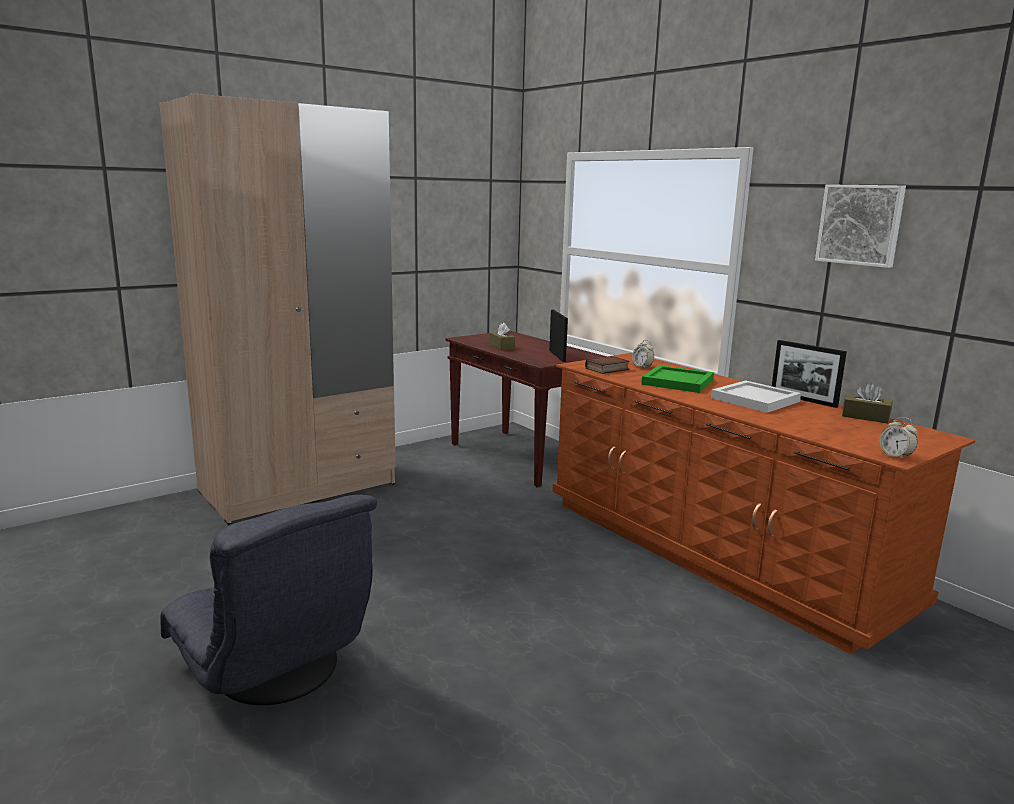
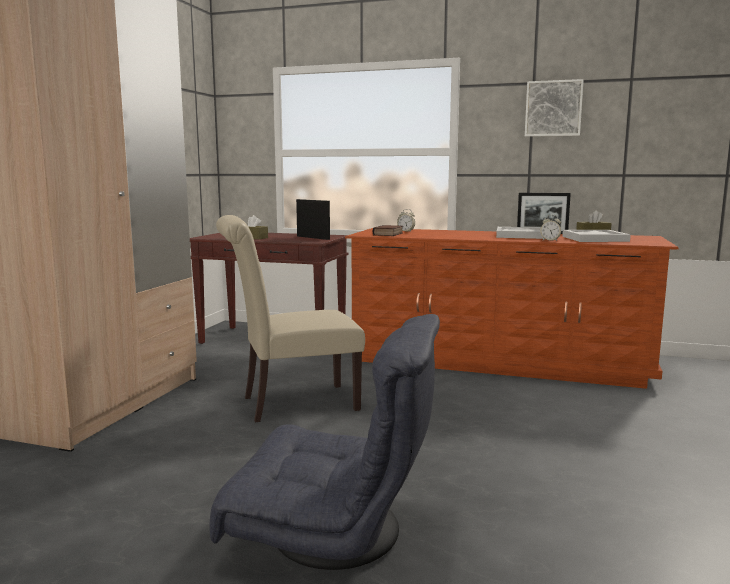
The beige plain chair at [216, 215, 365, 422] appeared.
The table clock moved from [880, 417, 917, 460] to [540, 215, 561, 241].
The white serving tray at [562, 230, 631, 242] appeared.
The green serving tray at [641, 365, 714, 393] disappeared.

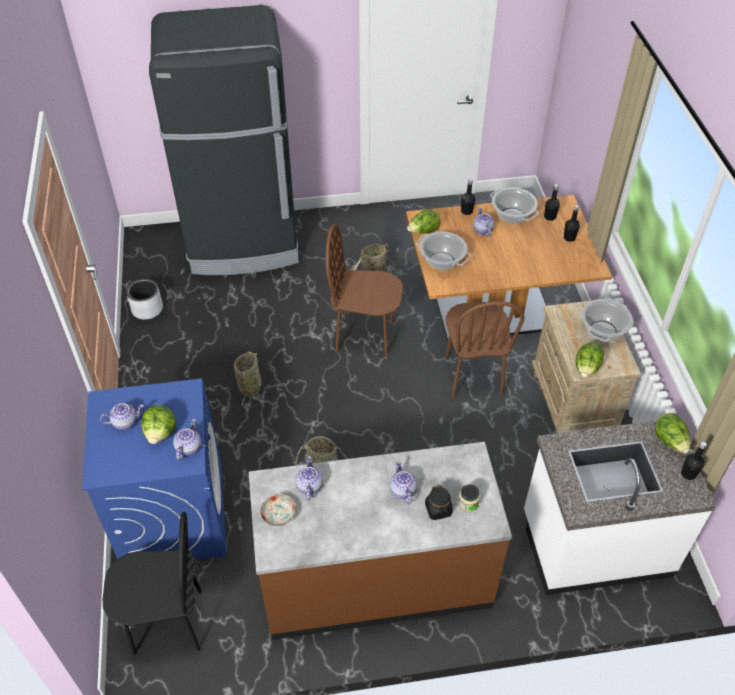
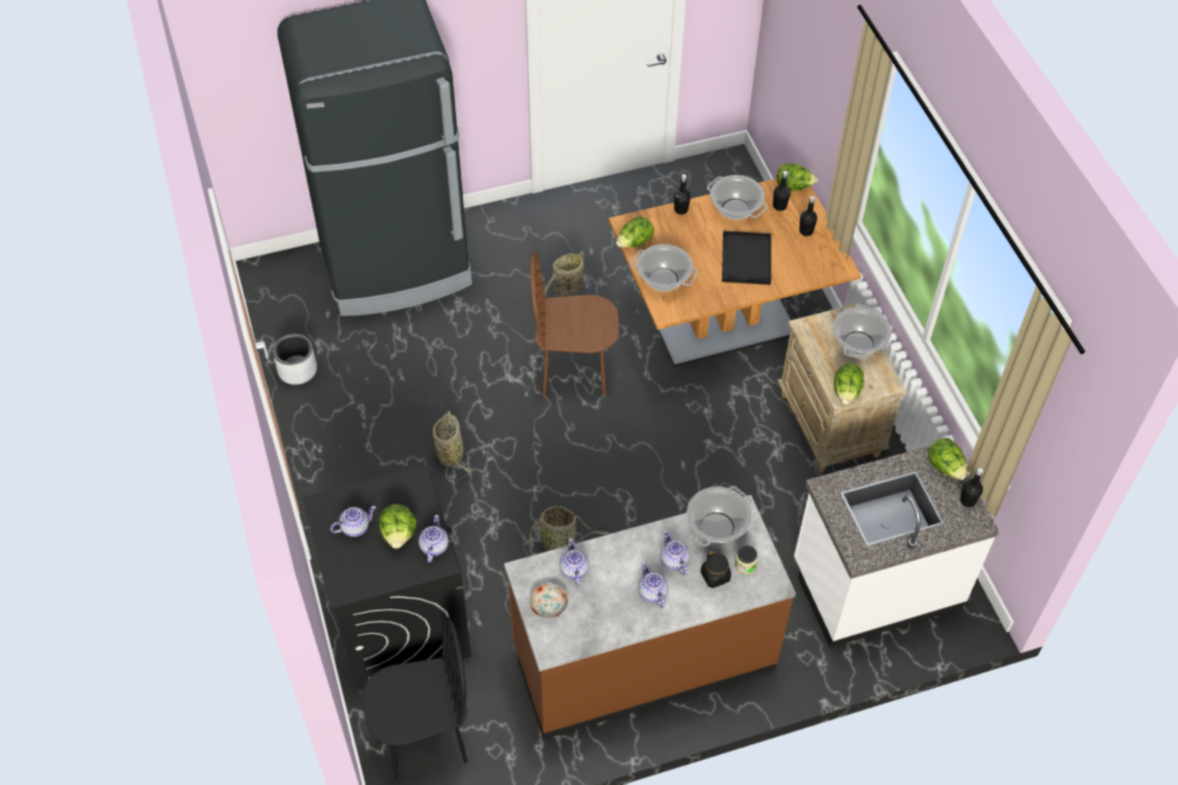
The blue-coloured laundry machine at [82, 379, 227, 560] became the black laundry machine at [302, 465, 471, 690].
The teapot moved from [473, 208, 494, 236] to [638, 562, 668, 608].
The saucepot at [686, 486, 752, 547] appeared.
The black serving tray at [722, 231, 771, 285] appeared.
The lettuce at [777, 163, 818, 191] appeared.
The brownish plain chair at [445, 301, 524, 398] disappeared.

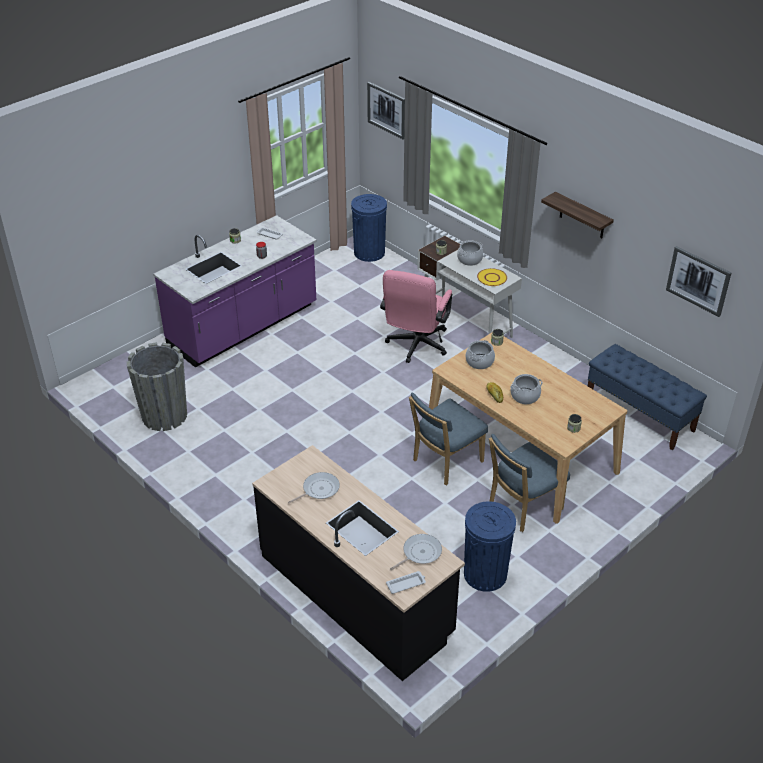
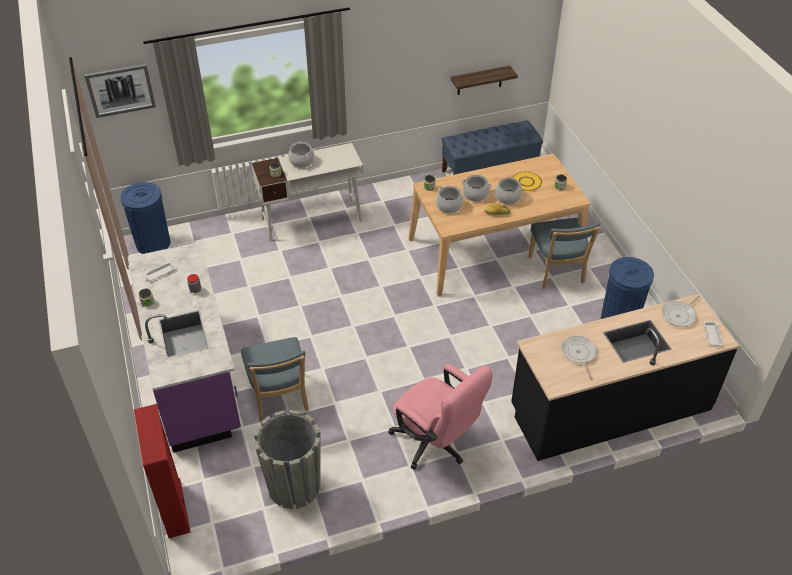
The red shelving unit at [134, 404, 191, 539] appeared.
The blue-coloured plain chair moved from [409, 393, 488, 485] to [241, 337, 309, 422].
The pink computer chair moved from [380, 270, 452, 363] to [388, 364, 492, 470].
The wall shelf moved from [541, 192, 614, 238] to [451, 66, 518, 95].
The saucepot at [462, 175, 492, 202] appeared.
The yellow plate moved from [477, 268, 507, 286] to [512, 172, 542, 191].
The pan at [390, 534, 442, 570] turned 120 degrees counterclockwise.
The wall art at [666, 246, 731, 317] disappeared.

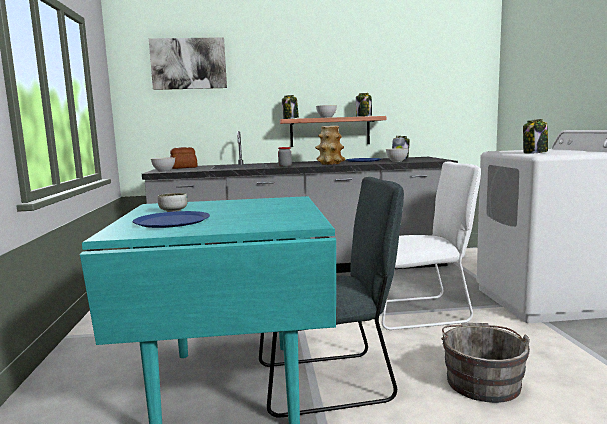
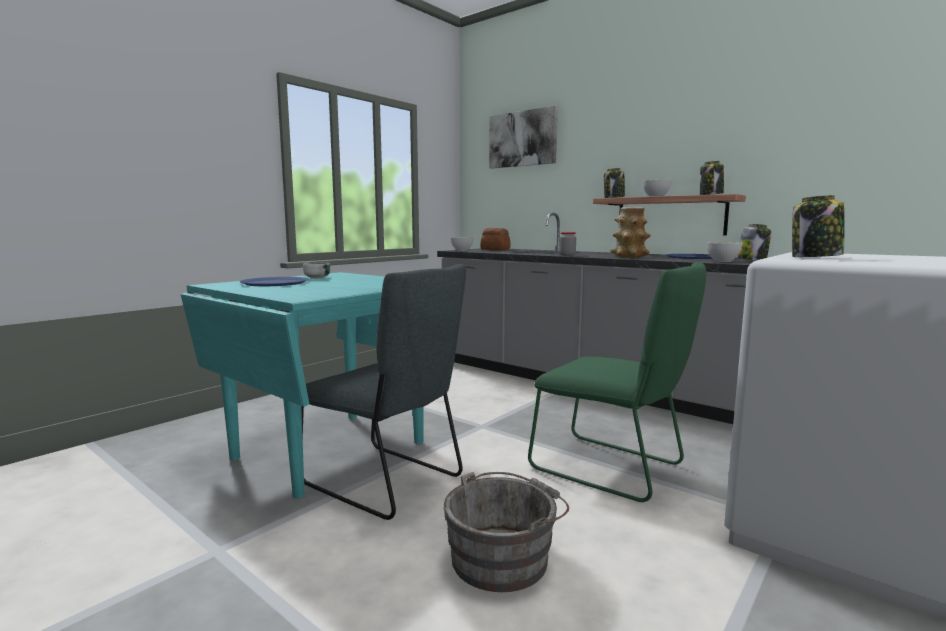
The white plain chair at [382, 161, 481, 330] became the green plain chair at [528, 262, 706, 502].

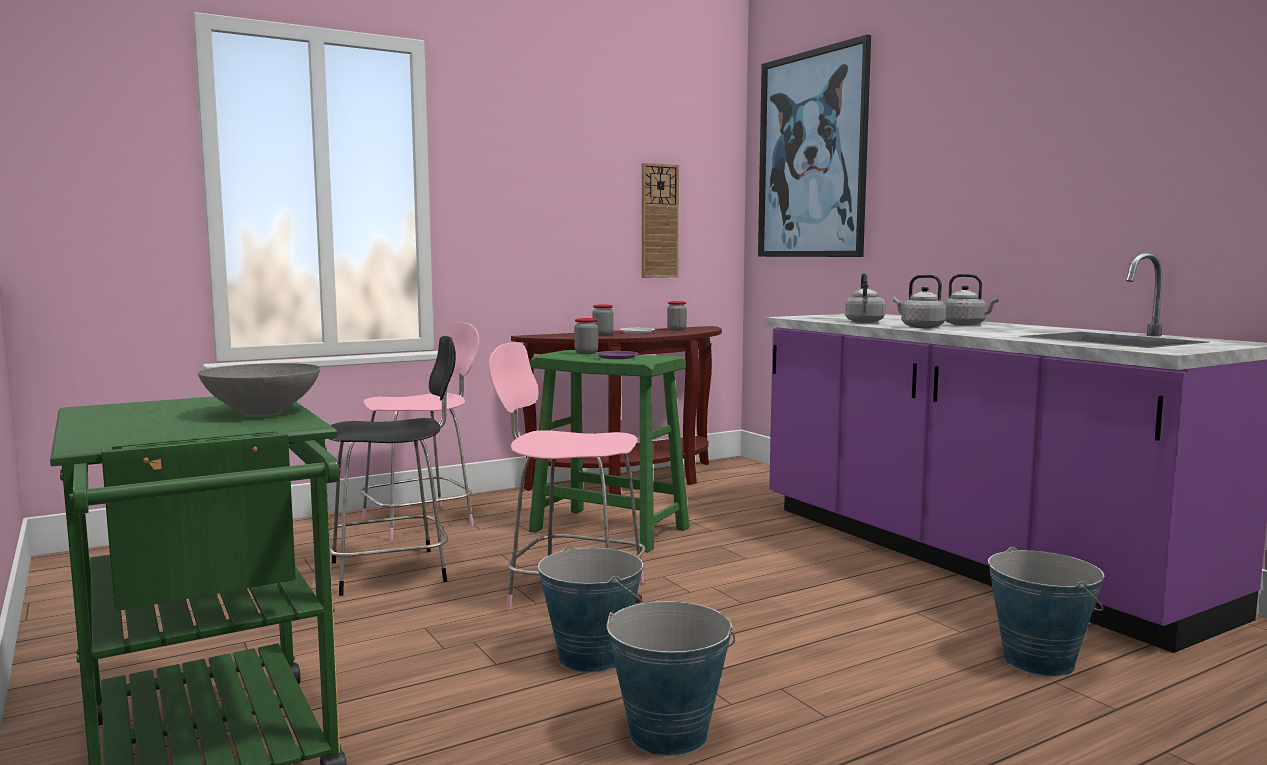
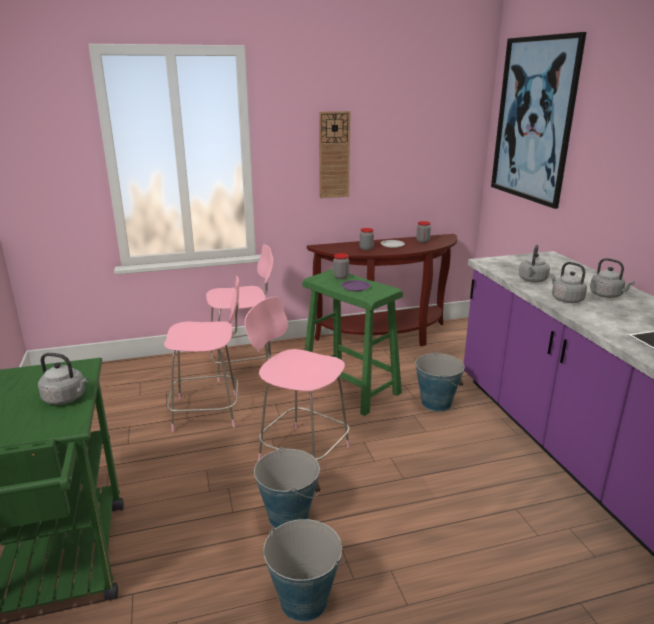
The grey deep dish at [198, 363, 320, 415] was replaced by the grey water kettle at [38, 353, 89, 405].
The black plain chair at [329, 336, 456, 596] became the pink plain chair at [164, 276, 239, 432].
The wall clock moved from [642, 163, 679, 278] to [319, 111, 351, 198].
The water bucket moved from [988, 546, 1104, 677] to [415, 351, 465, 412].

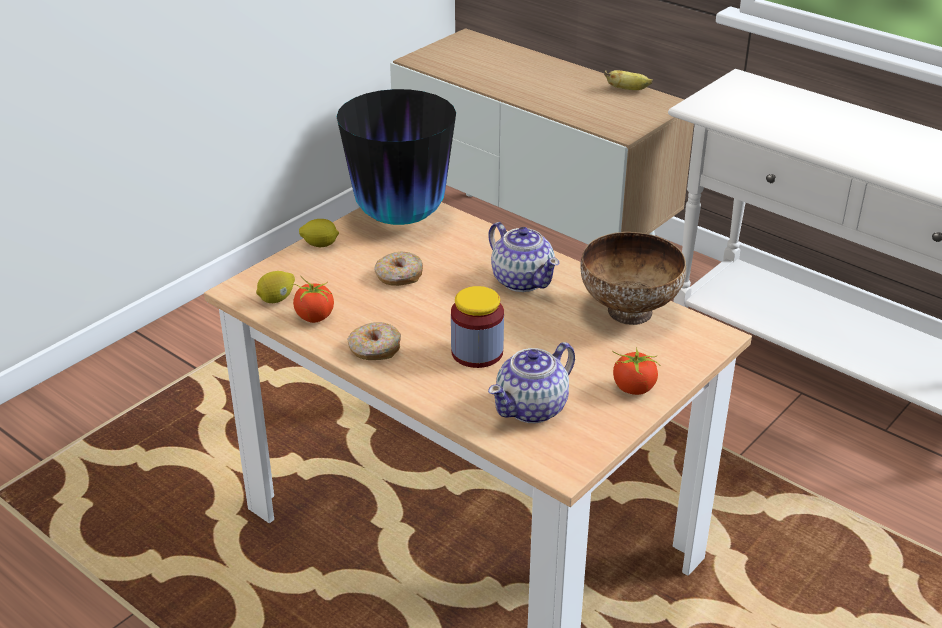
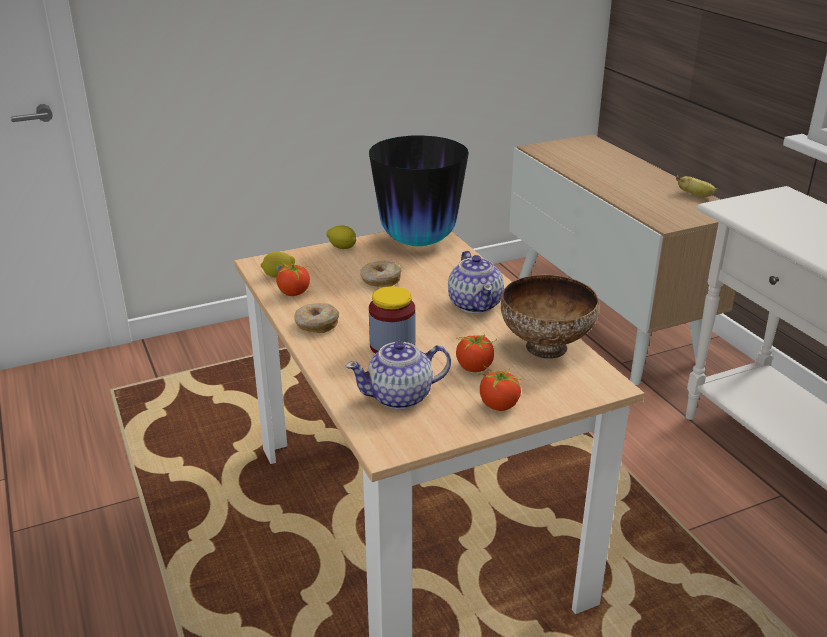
The tomato at [456, 332, 497, 372] appeared.

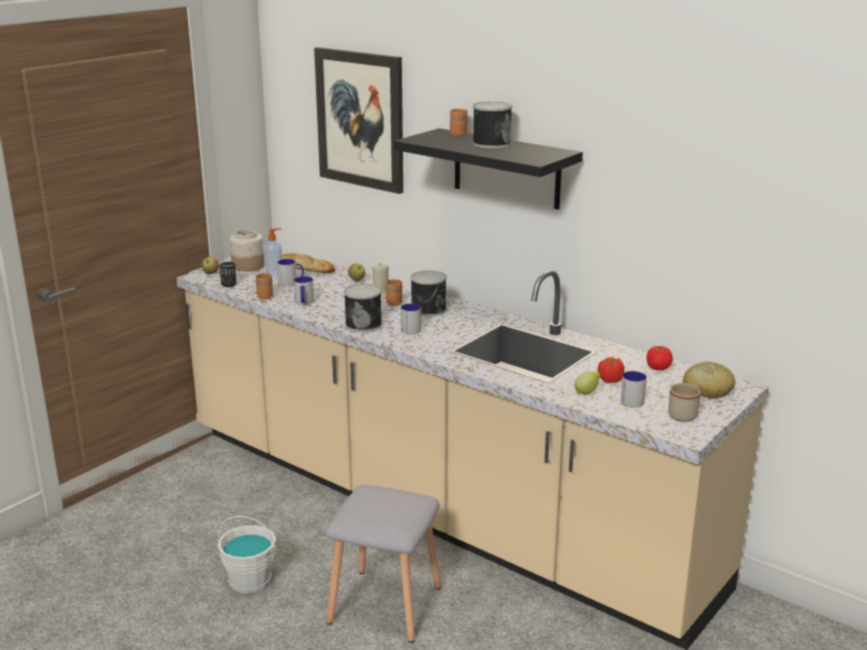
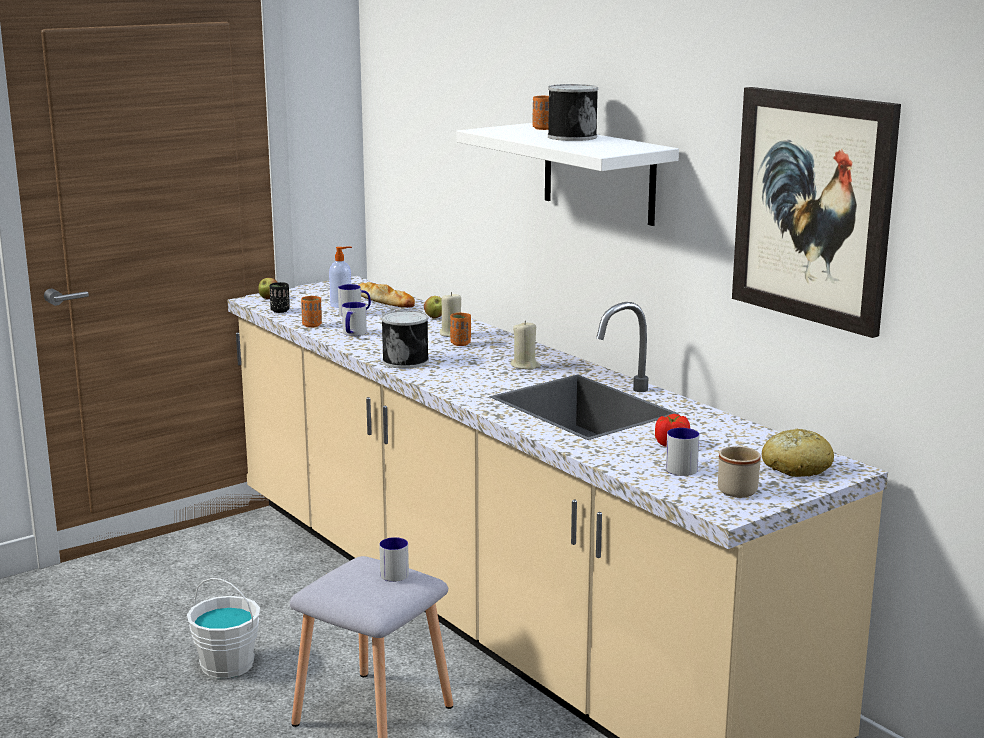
The mug moved from [401, 304, 421, 334] to [379, 537, 409, 582].
The black wall shelf at [393, 128, 583, 210] became the white wall shelf at [456, 123, 679, 226].
The beige wax candle at [510, 321, 541, 370] appeared.
The wall art moved from [314, 47, 403, 194] to [732, 87, 901, 338].
The storage jar at [230, 229, 265, 271] disappeared.
The sealed can at [411, 270, 446, 317] disappeared.
The whole lemon at [574, 371, 601, 395] disappeared.
The tomato at [646, 346, 673, 370] disappeared.

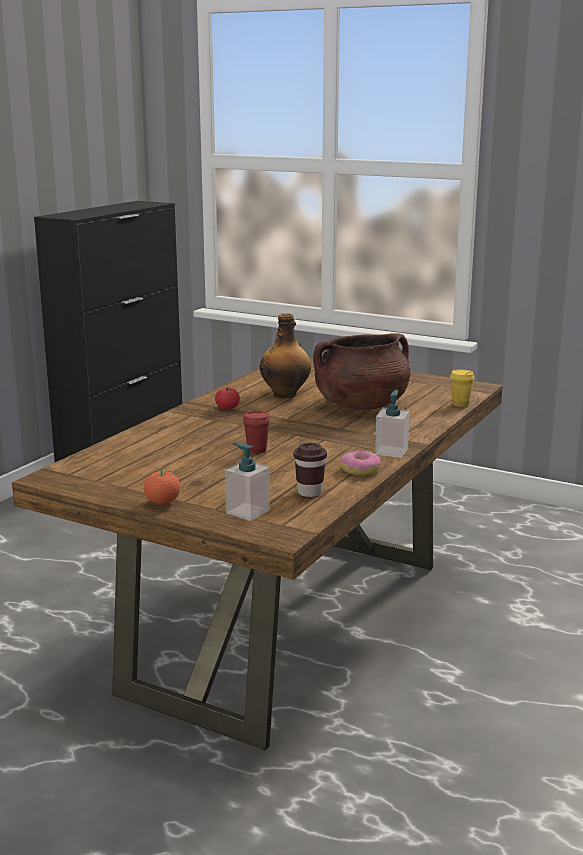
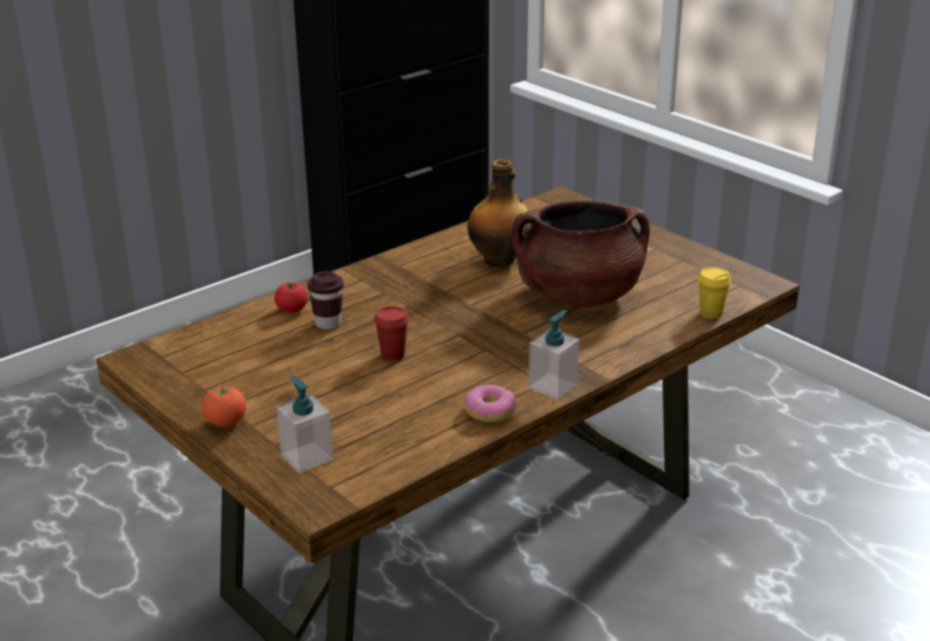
The tomato moved from [215, 387, 240, 410] to [274, 283, 308, 313].
The brownish cup moved from [293, 443, 327, 497] to [307, 271, 344, 329].

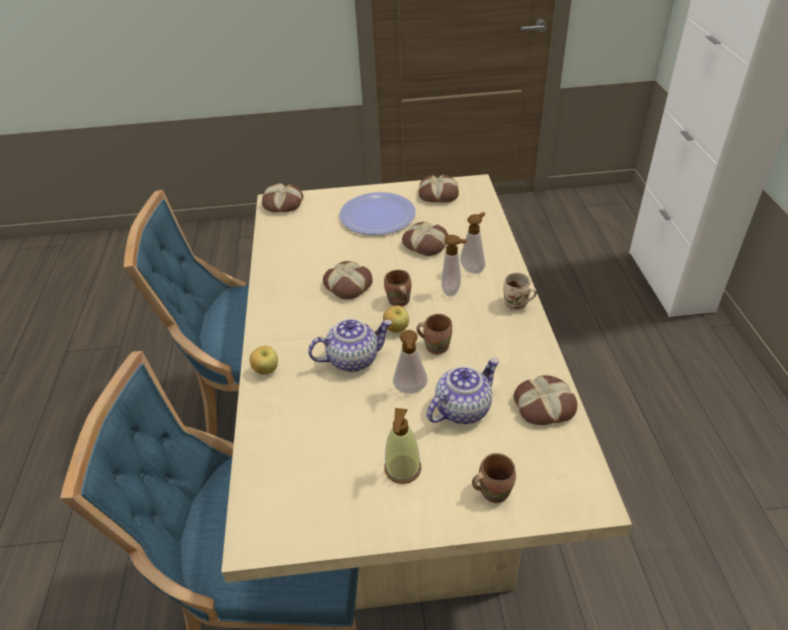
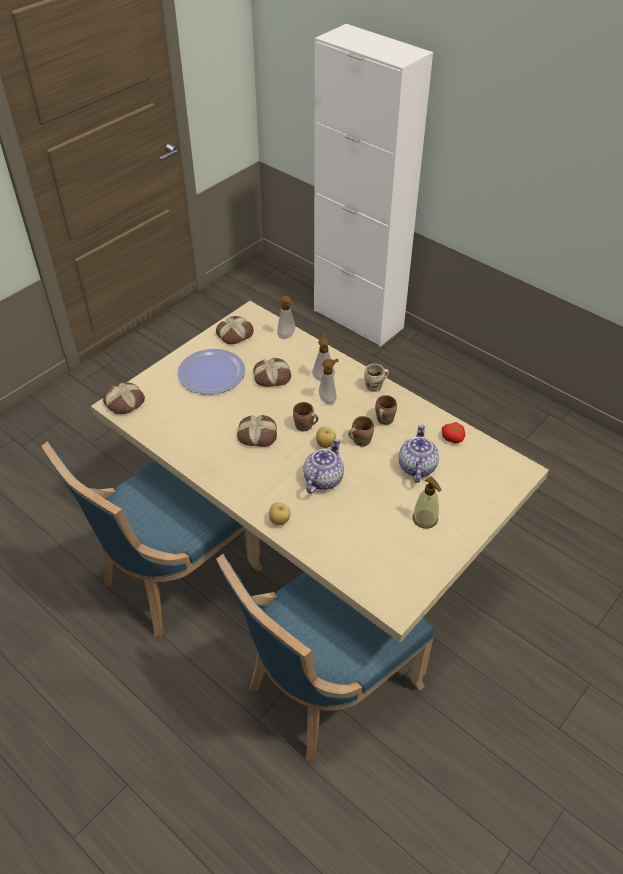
The soap dispenser moved from [393, 330, 428, 394] to [277, 295, 295, 339].
The brownish mug moved from [472, 453, 516, 503] to [375, 395, 397, 425].
The bread at [514, 375, 577, 425] was replaced by the tomato at [442, 422, 465, 444].

